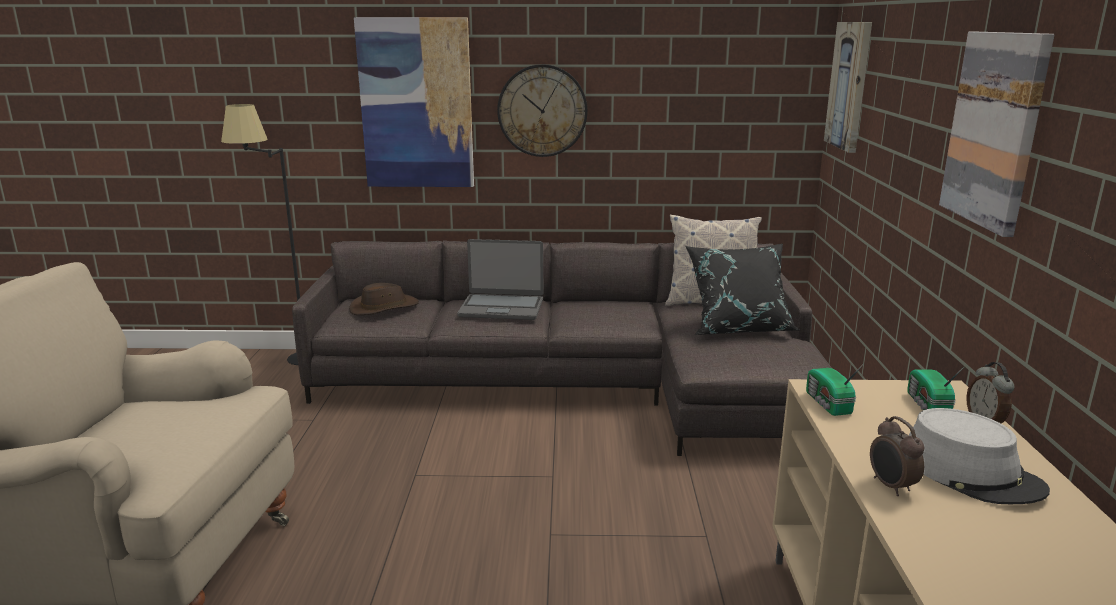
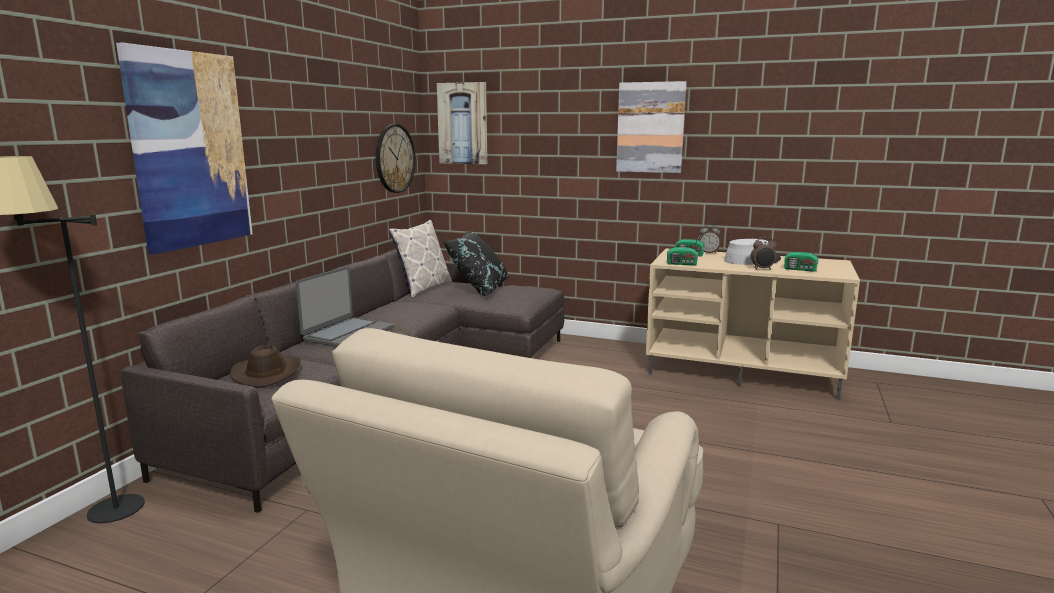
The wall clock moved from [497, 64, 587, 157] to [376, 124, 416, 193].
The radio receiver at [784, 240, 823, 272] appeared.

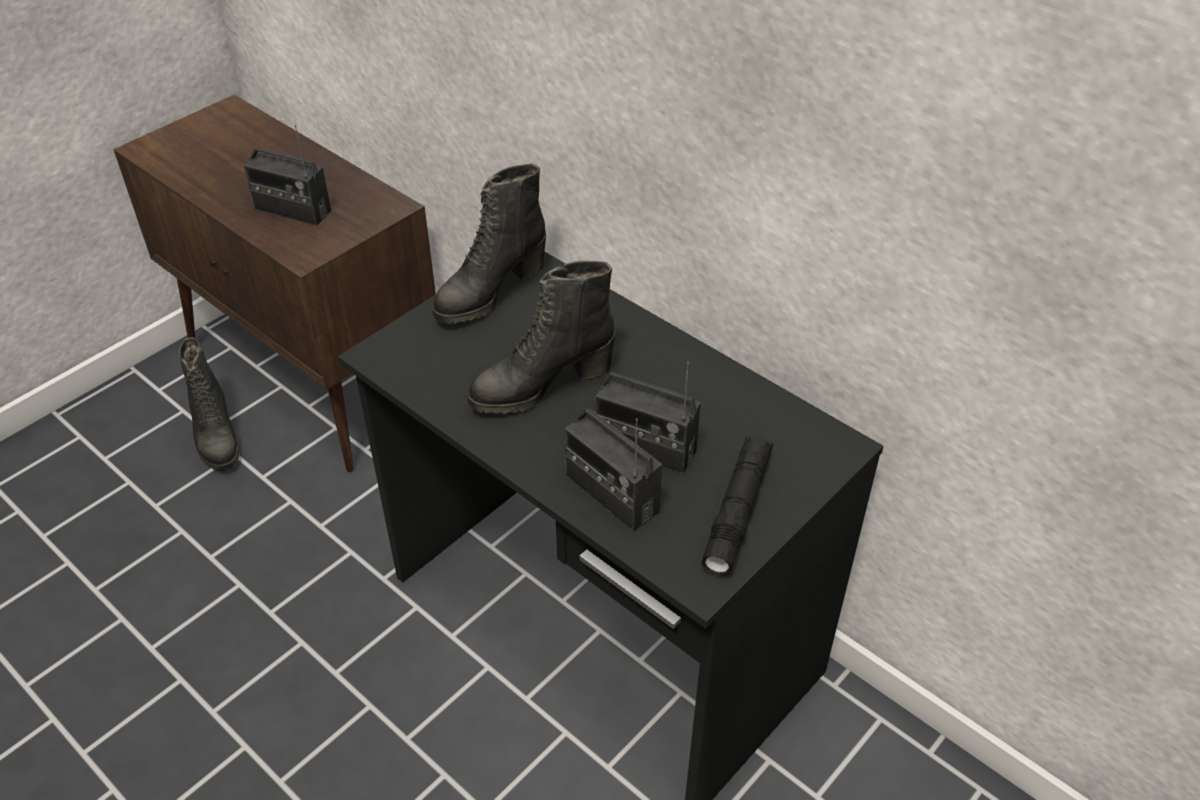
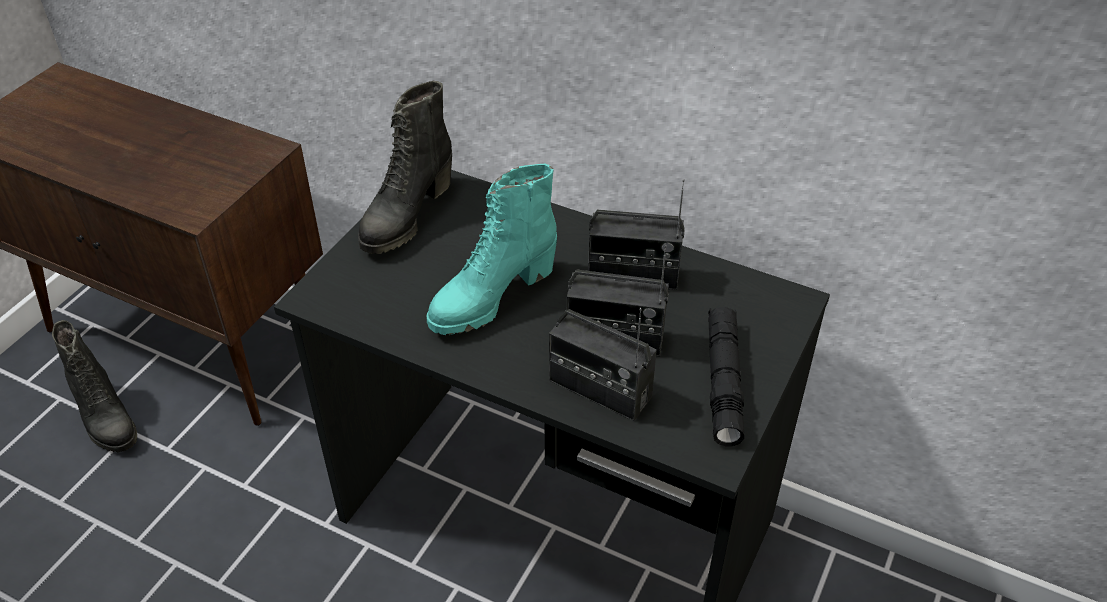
The black tall boot at [467, 261, 615, 414] became the turquoise tall boot at [427, 164, 557, 335].
The radio receiver moved from [244, 125, 331, 226] to [588, 179, 685, 290].

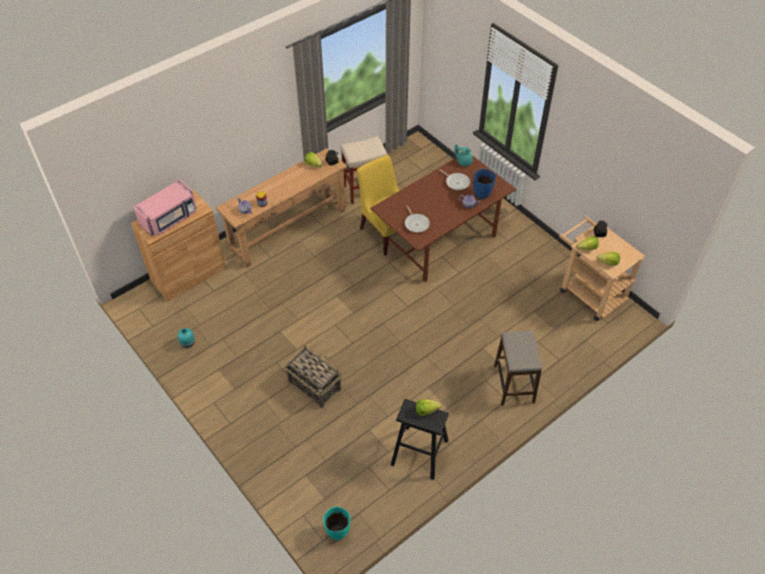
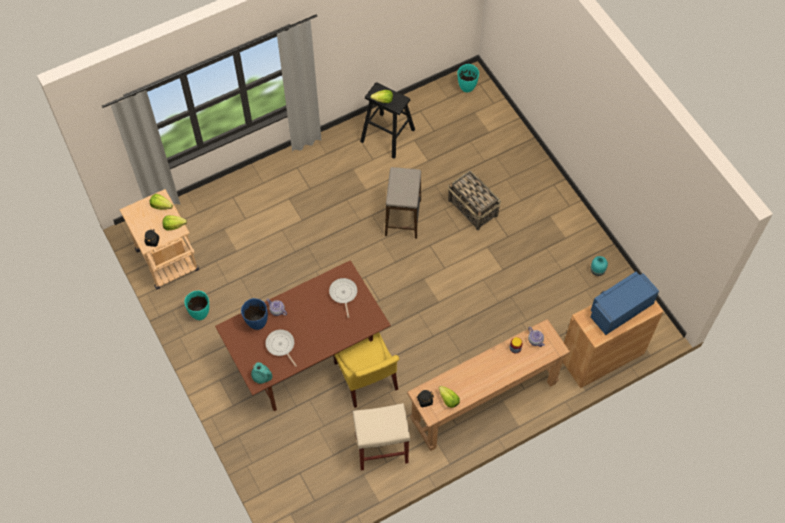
The turquoise vase at [185, 291, 209, 320] appeared.
The stool seat moved from [494, 331, 542, 405] to [385, 167, 421, 239].
The pink microwave oven at [133, 180, 197, 236] became the blue-coloured microwave oven at [591, 272, 659, 335].

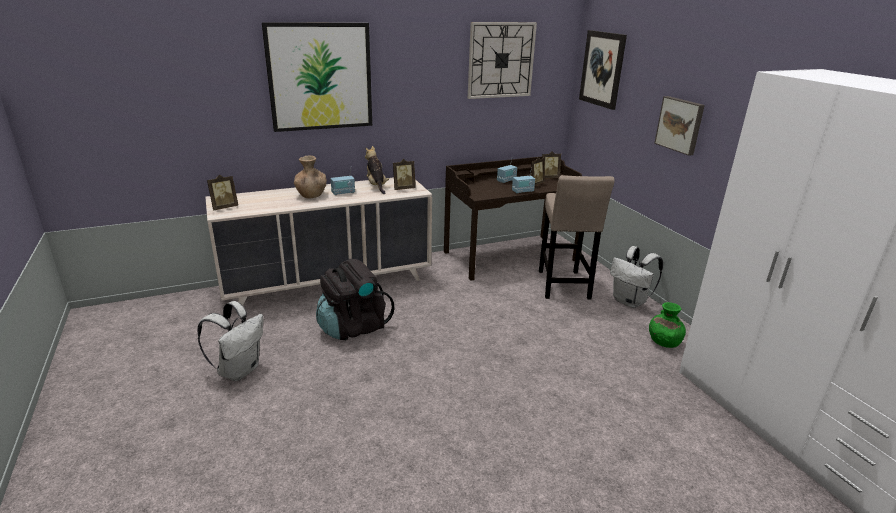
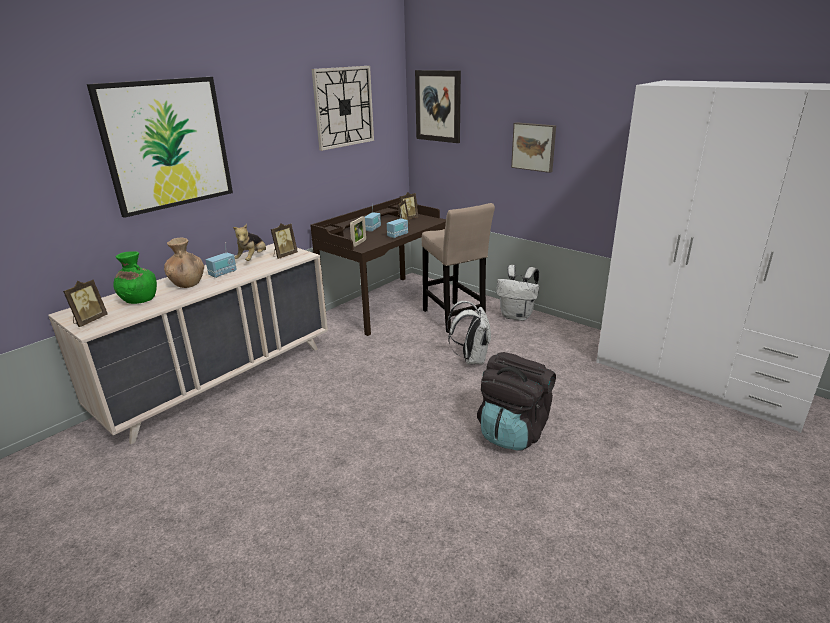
The green vase moved from [649, 302, 686, 348] to [113, 251, 157, 304].
The soft toy at [365, 146, 389, 194] turned 120 degrees counterclockwise.
The standing frame at [350, 216, 366, 247] appeared.
The white backpack moved from [198, 301, 263, 381] to [447, 301, 491, 365].
The black backpack moved from [316, 259, 395, 340] to [477, 352, 556, 450].

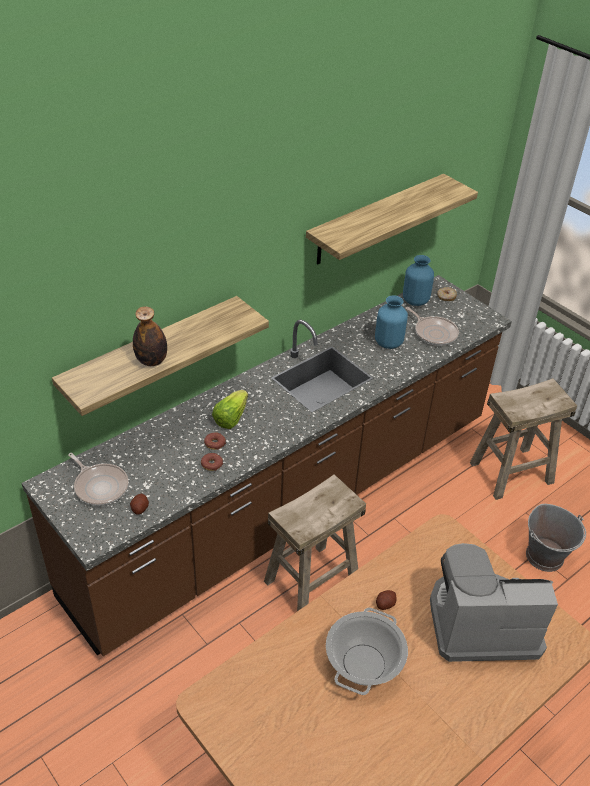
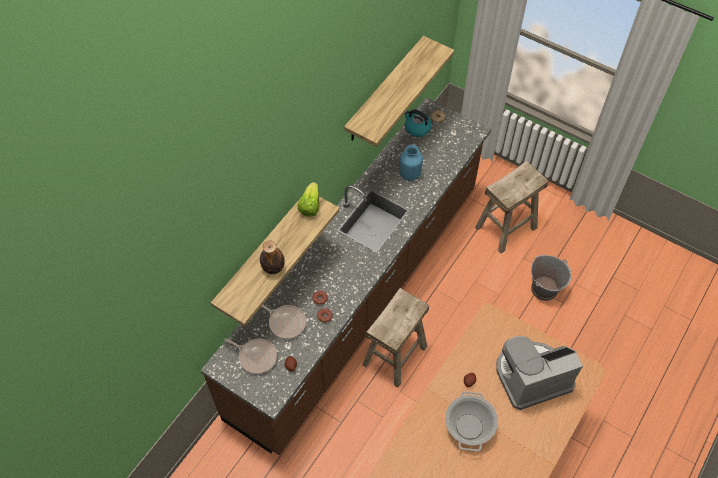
The pan moved from [406, 307, 459, 346] to [261, 305, 306, 339].
The lettuce moved from [212, 390, 248, 429] to [297, 182, 319, 217].
The blue-coloured vase at [403, 255, 434, 306] was replaced by the water kettle at [404, 110, 432, 137].

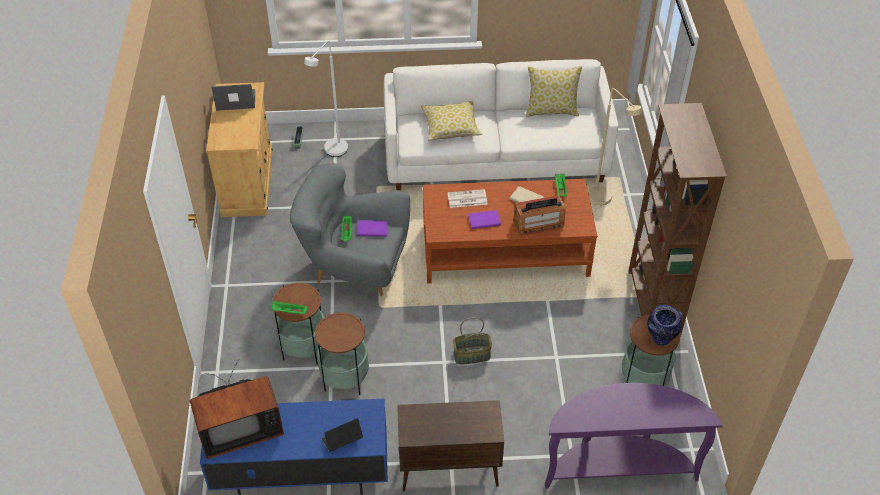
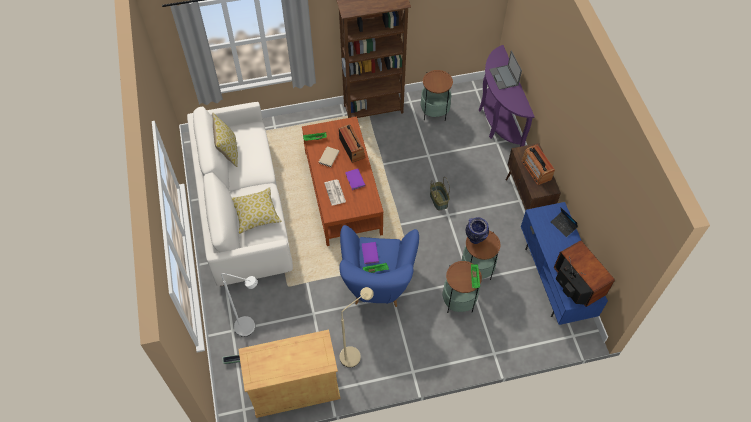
The grey easy chair at [290, 163, 410, 296] became the blue-coloured easy chair at [339, 225, 419, 307].
The beige standard lamp moved from [588, 88, 642, 205] to [340, 287, 374, 368].
The vase moved from [647, 305, 683, 346] to [466, 217, 489, 244].
The notebook computer moved from [212, 84, 255, 111] to [489, 50, 522, 90].
The radio receiver at [522, 145, 555, 185] appeared.

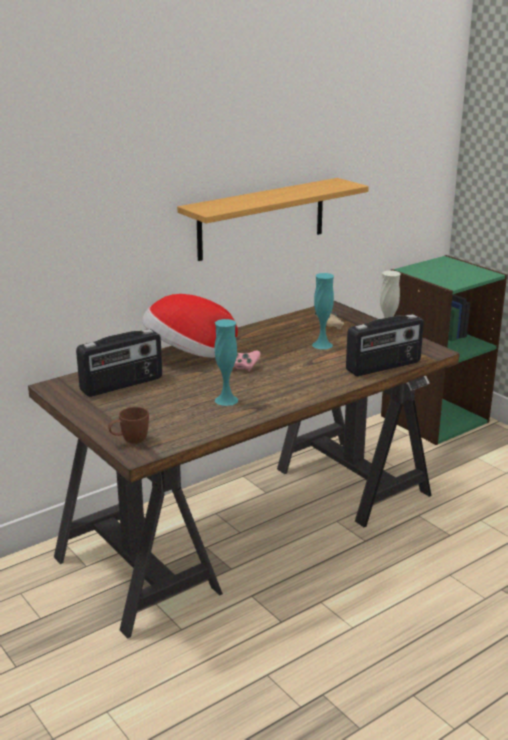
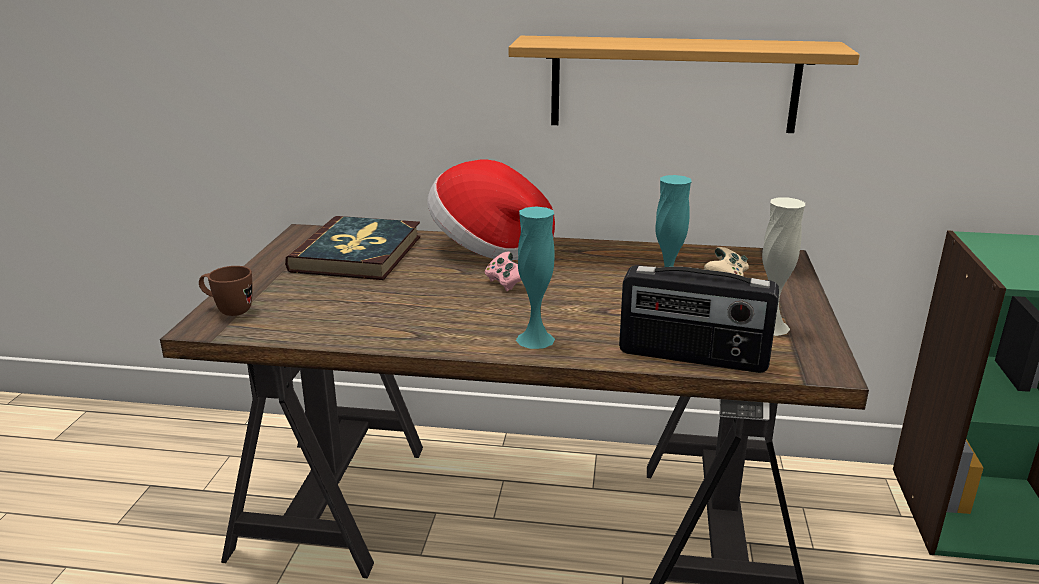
The radio receiver at [76, 329, 162, 397] was replaced by the bound book at [285, 216, 421, 280].
The turquoise vase moved from [215, 319, 238, 406] to [516, 207, 555, 349].

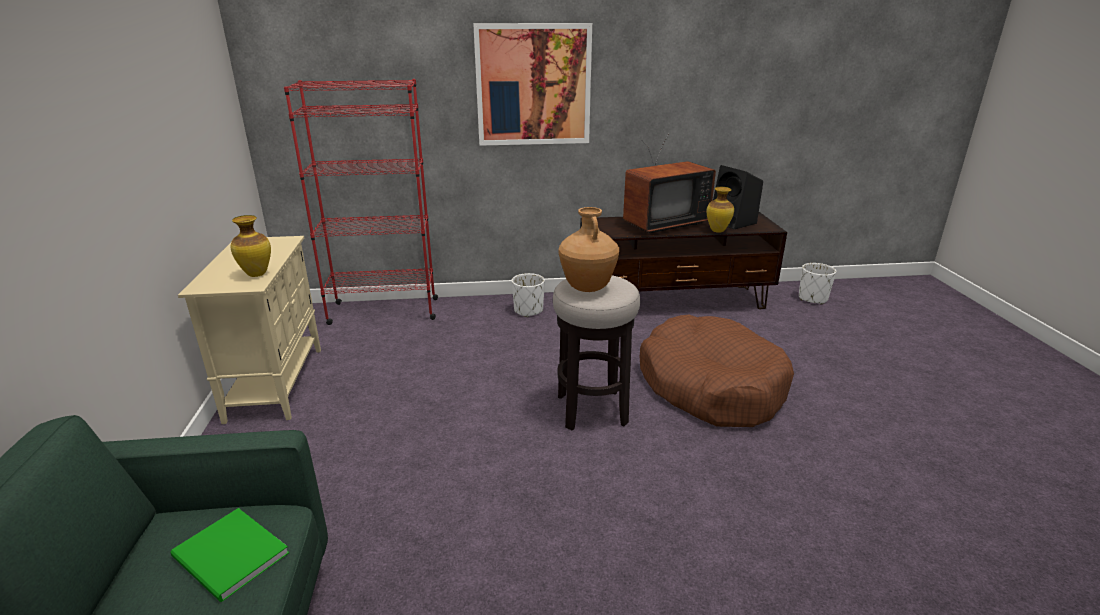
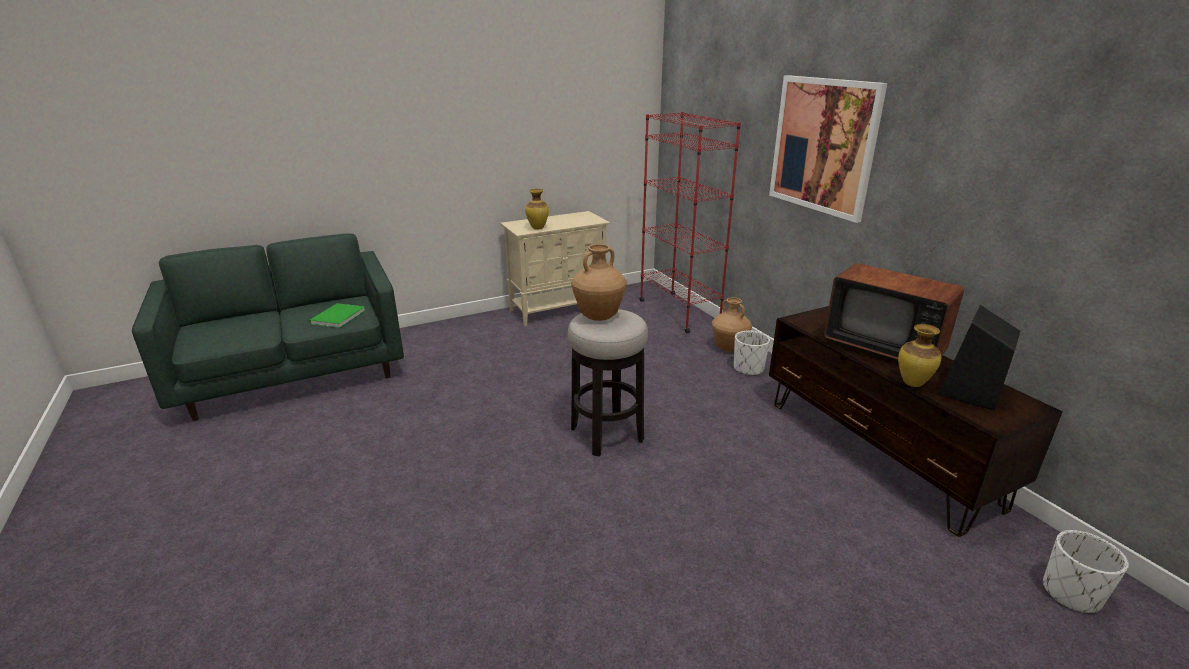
The brownish vase at [712, 297, 752, 352] appeared.
The brownish dog cushion at [640, 315, 794, 427] disappeared.

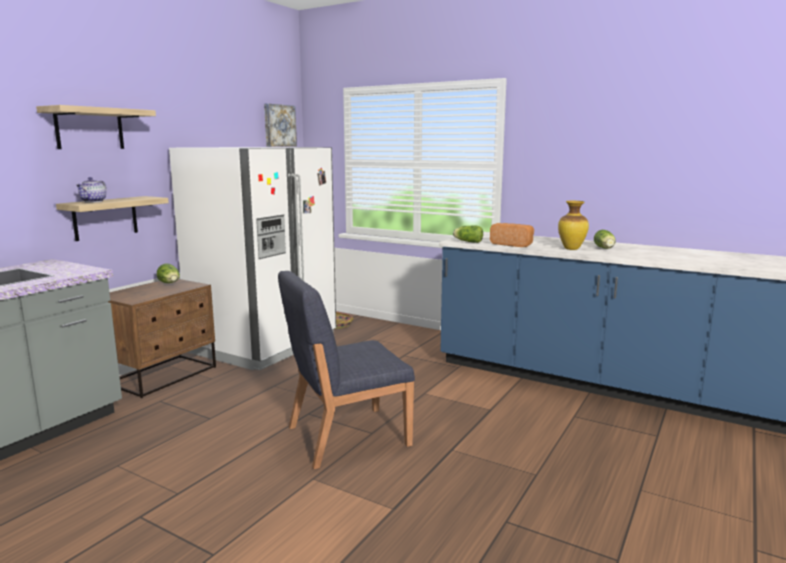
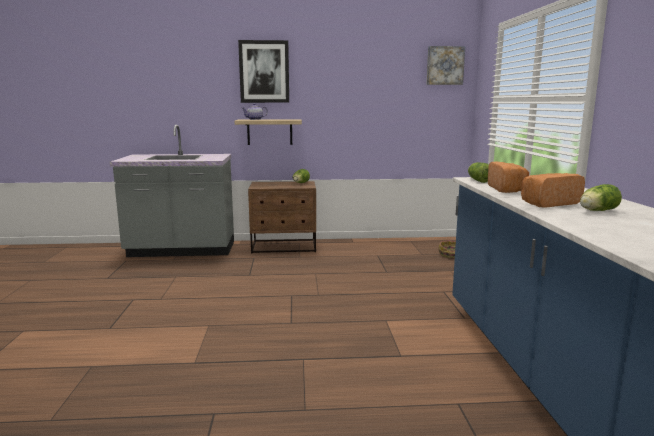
The wall shelf at [36, 105, 156, 149] was replaced by the wall art at [238, 40, 289, 103].
The vase at [558, 201, 589, 250] was replaced by the bread at [521, 173, 585, 208].
The white kitchen fridge at [169, 147, 336, 370] disappeared.
The blue-coloured plain chair at [278, 271, 415, 469] disappeared.

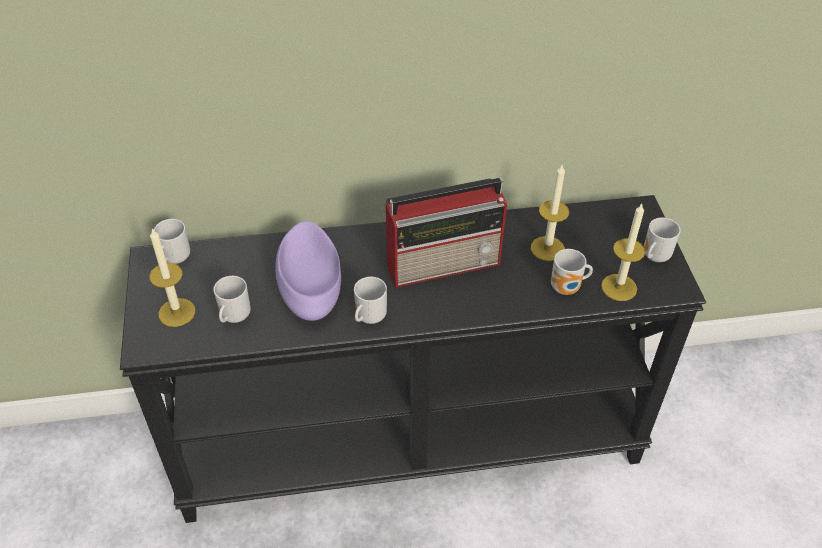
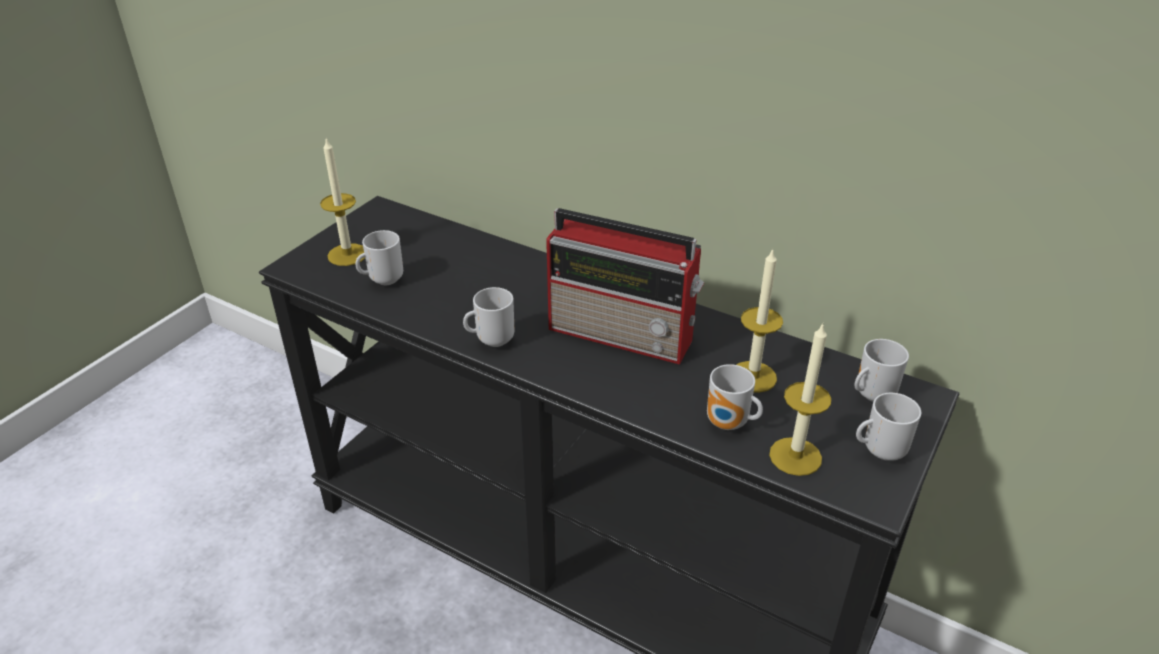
The mug moved from [154, 219, 190, 264] to [855, 339, 909, 402].
The purple-coloured deep dish at [275, 221, 341, 321] disappeared.

